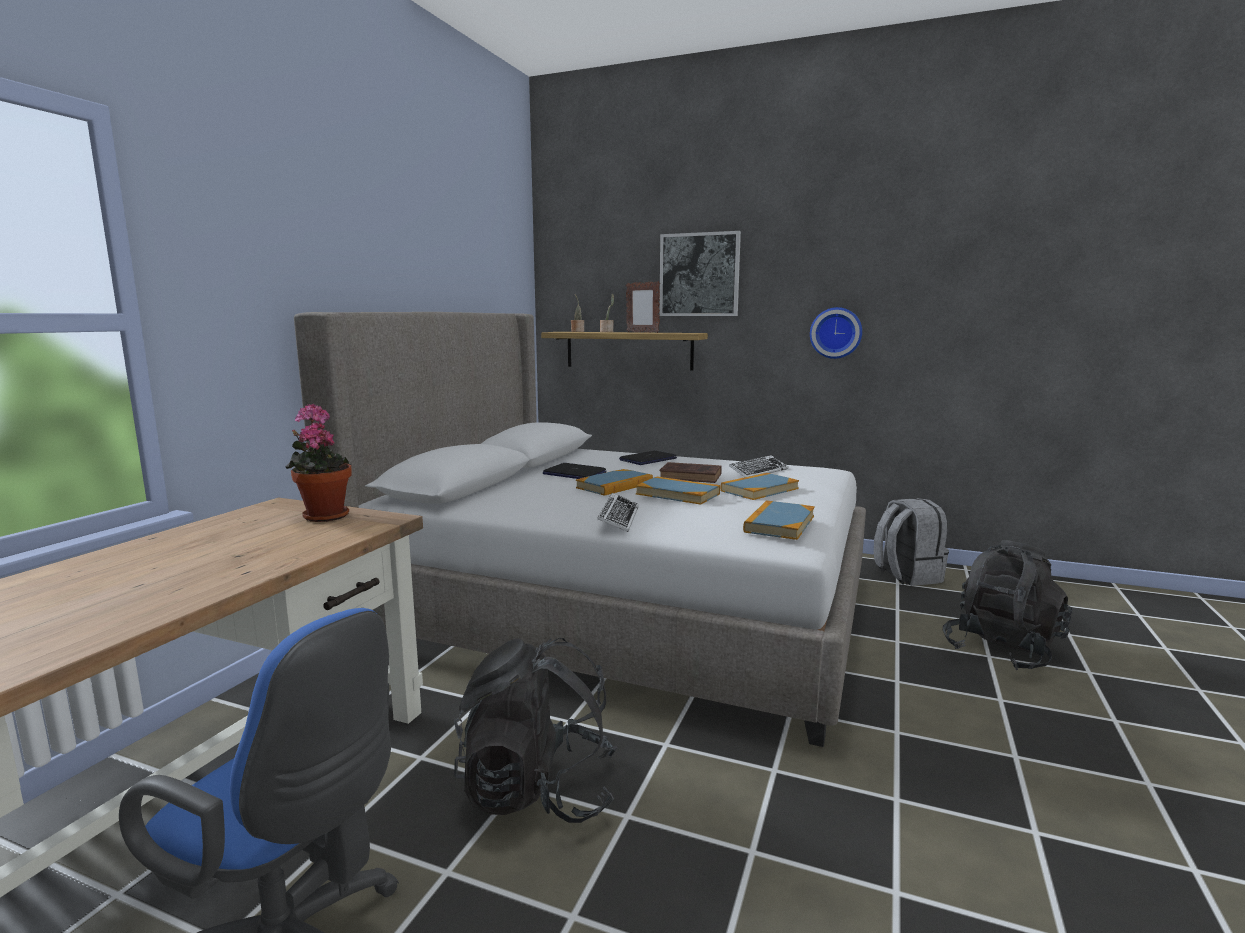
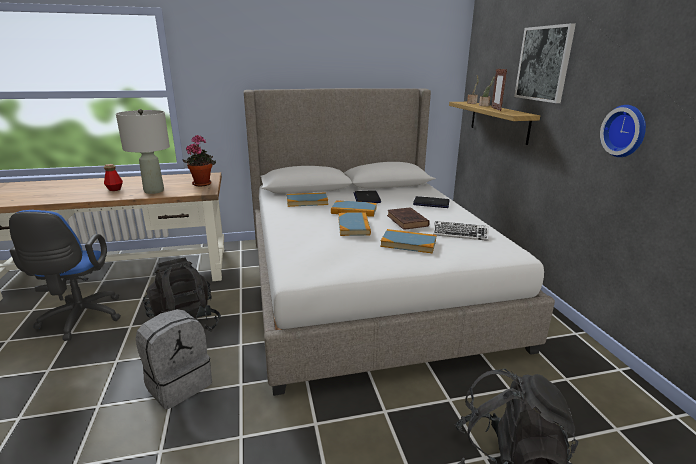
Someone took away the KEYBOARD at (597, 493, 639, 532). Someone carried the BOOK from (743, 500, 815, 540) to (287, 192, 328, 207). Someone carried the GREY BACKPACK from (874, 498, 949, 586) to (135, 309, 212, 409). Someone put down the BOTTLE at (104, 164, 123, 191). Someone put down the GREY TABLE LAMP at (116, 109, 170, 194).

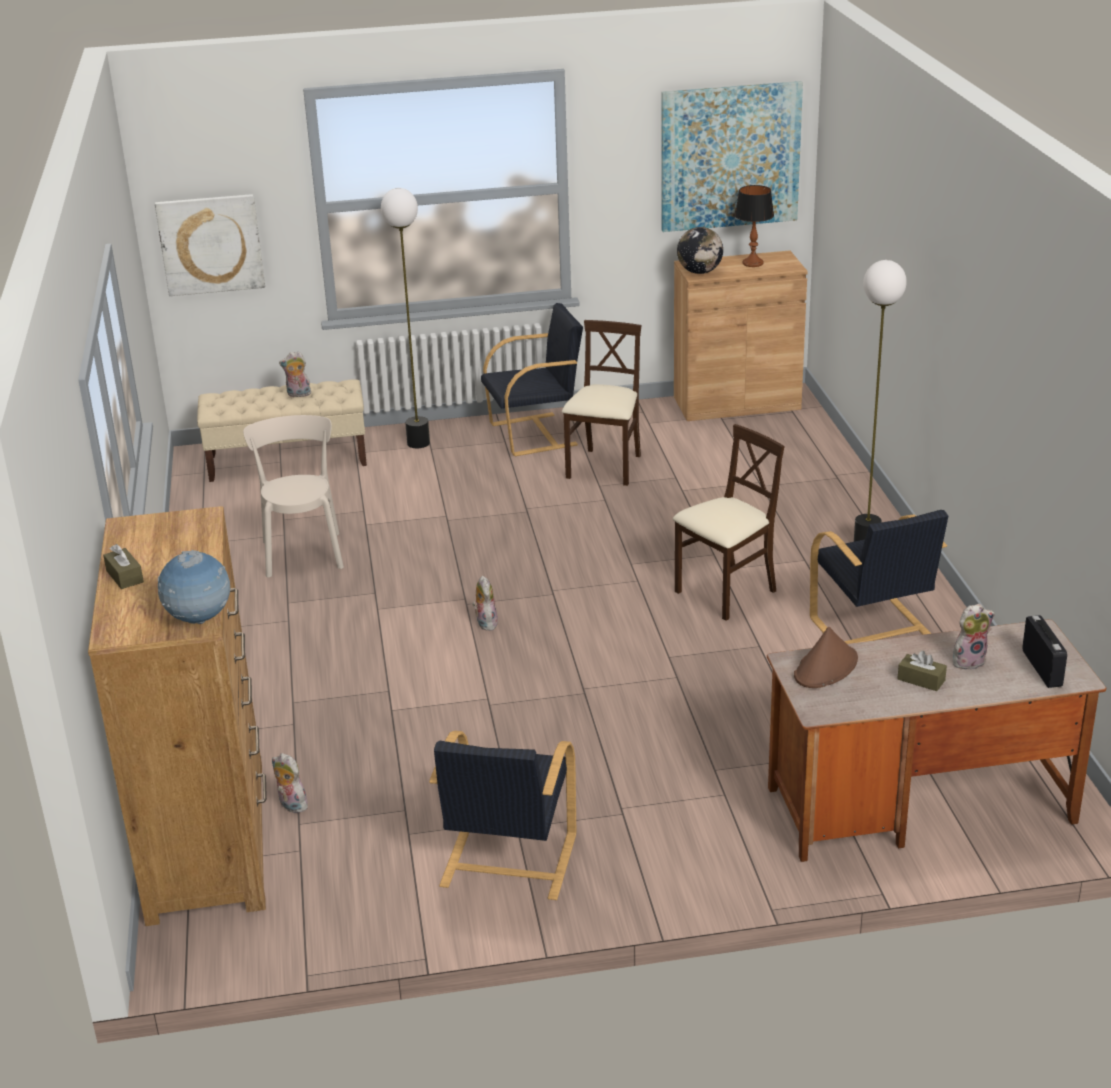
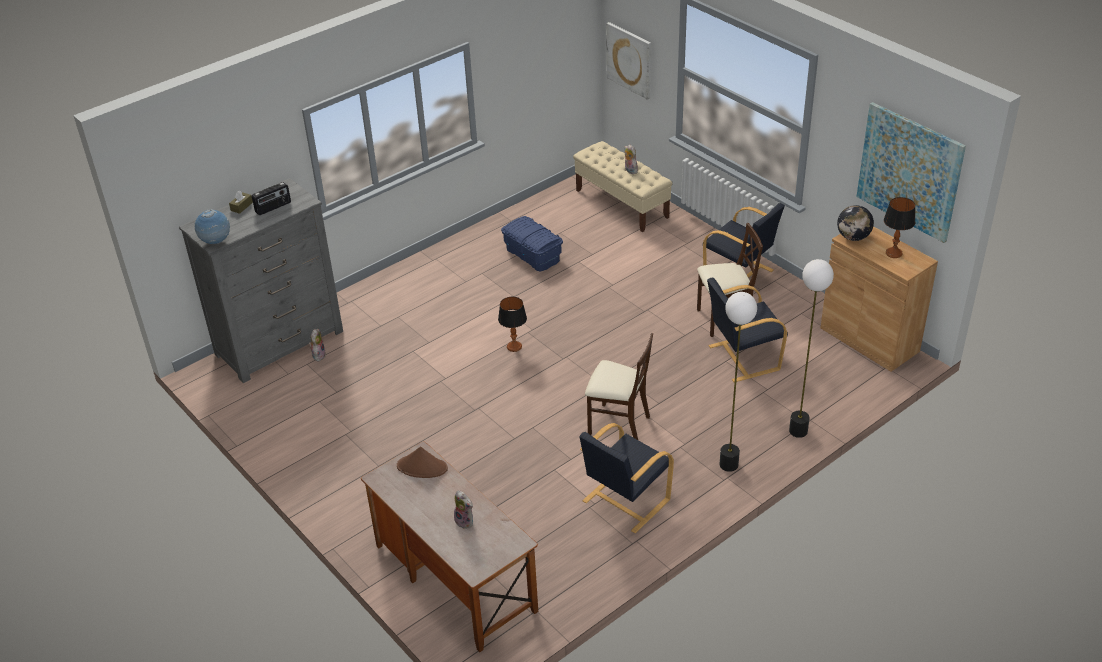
Someone repainted the BROWN DRESSER at (88, 506, 267, 926), which became the GREY DRESSER at (179, 178, 343, 383). Someone swapped the BEIGE CHAIR at (243, 415, 344, 578) for the BLUE STORAGE BOX at (501, 216, 563, 272). Someone carried the FLOOR LAMP from (381, 188, 430, 448) to (789, 259, 834, 438). Someone carried the BLACK ARMCHAIR from (429, 731, 576, 900) to (707, 277, 788, 383). Someone swapped the PLUSH TOY at (472, 575, 498, 631) for the TABLE LAMP at (498, 297, 527, 352). Someone took away the BROWN TISSUE BOX at (897, 651, 947, 691). Someone carried the RADIO from (1022, 615, 1067, 688) to (252, 182, 291, 215).

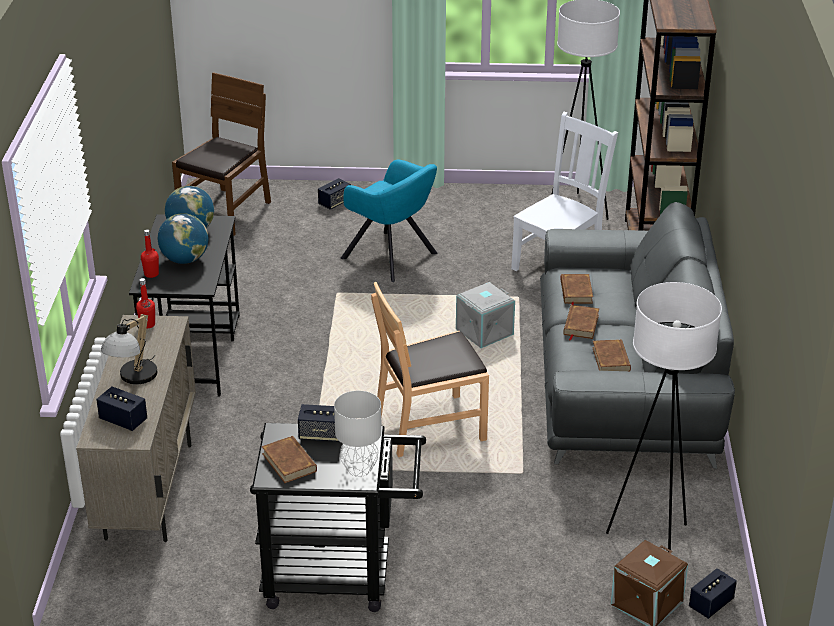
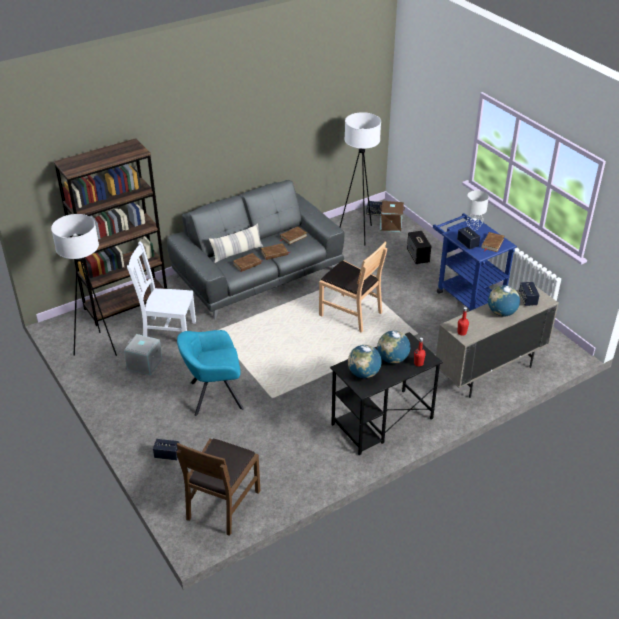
Someone swapped the TABLE LAMP at (101, 314, 157, 384) for the GLOBE at (488, 285, 520, 316). Someone rotated the BROWN CHAIR at (172, 72, 271, 235) by 60 degrees counterclockwise. Someone repainted the BLACK CART at (250, 423, 426, 612), which became the BLUE CART at (433, 213, 517, 311). Someone rotated the TURQUOISE ARMCHAIR at (340, 160, 438, 282) by 105 degrees counterclockwise. Someone carried the GREY STORAGE BOX from (456, 282, 515, 348) to (124, 334, 162, 376). Someone put down the PILLOW at (209, 223, 263, 263). Someone put down the SPEAKER at (407, 231, 431, 264).

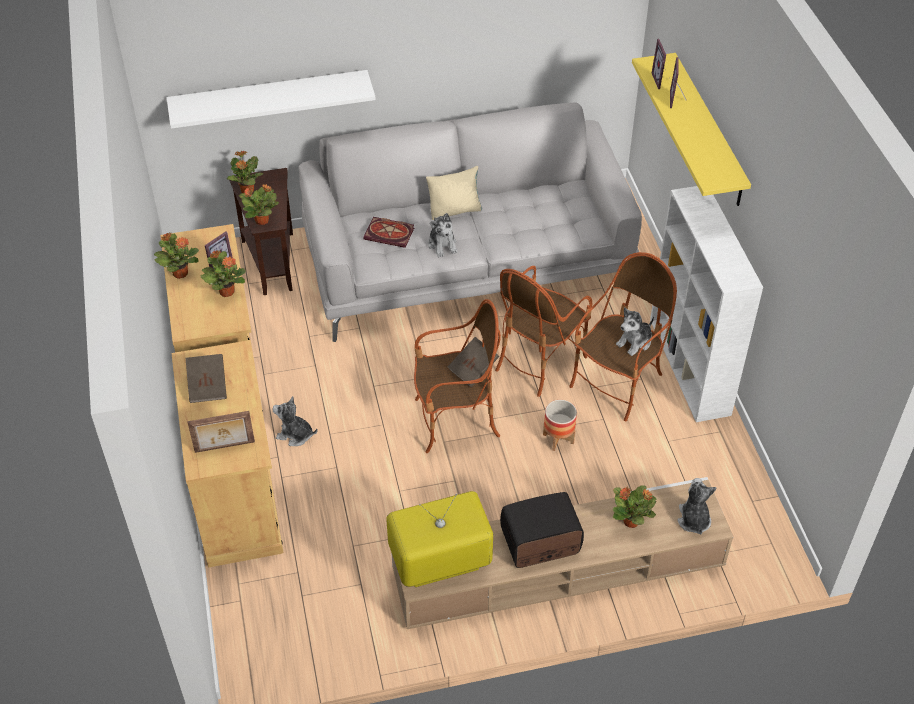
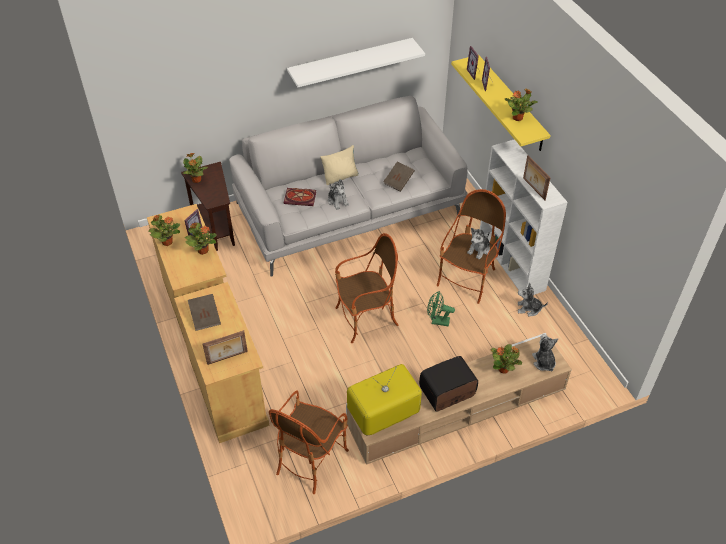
Someone carried the WHITE SHELF from (167, 70, 376, 129) to (287, 38, 425, 87). Someone carried the POTTED PLANT from (238, 184, 279, 225) to (505, 88, 538, 121). Someone carried the PLUSH TOY from (272, 396, 318, 446) to (518, 283, 548, 317). Someone carried the BROWN BOOK from (448, 337, 499, 388) to (383, 161, 415, 192). Someone carried the ARMCHAIR from (495, 266, 592, 397) to (269, 391, 349, 494). Someone swapped the PLANTER at (543, 400, 577, 451) for the GREEN FAN at (427, 291, 455, 326). Someone put down the PICTURE FRAME at (523, 155, 550, 201).

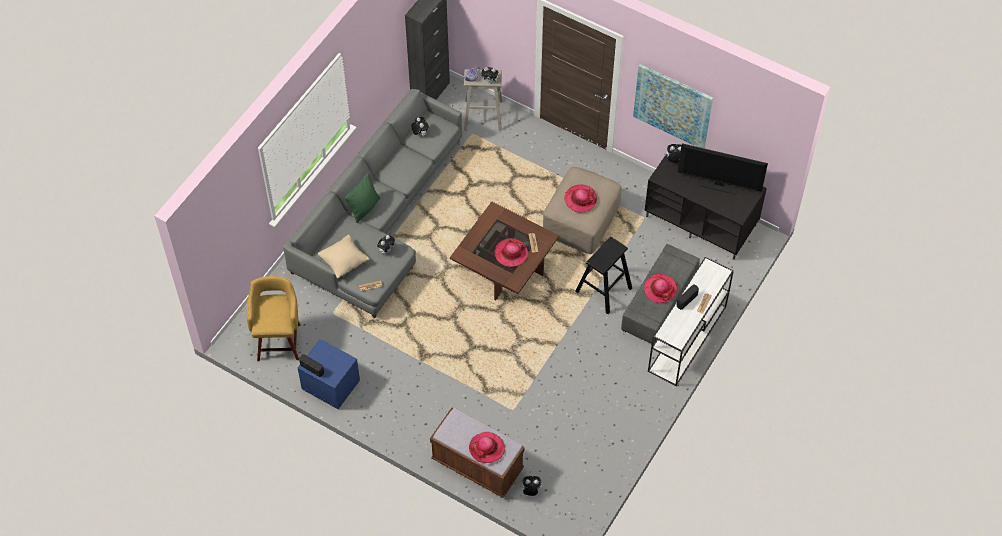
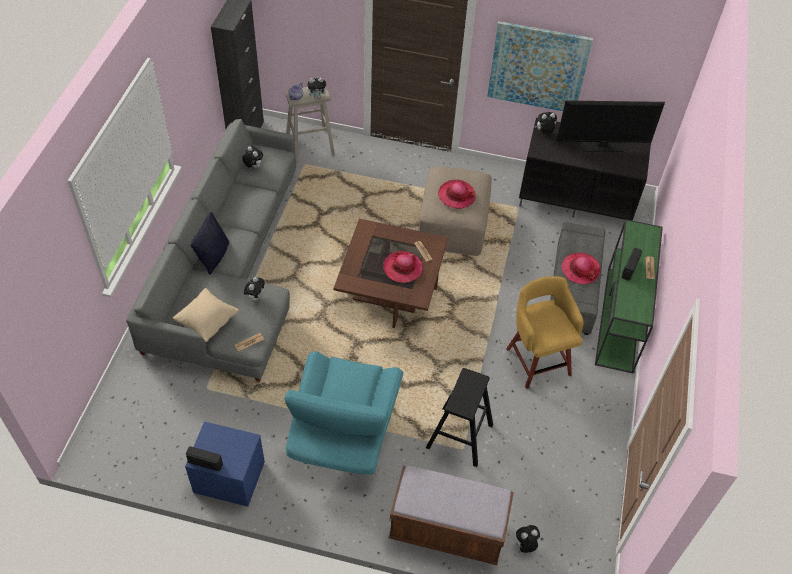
Someone carried the YELLOW STOOL from (247, 276, 301, 361) to (506, 276, 584, 389). Someone repainted the GREEN PILLOW at (345, 173, 380, 223), which became the BLACK PILLOW at (191, 212, 230, 275). Someone took away the HAT at (469, 432, 505, 463). Someone carried the BLACK STOOL from (575, 237, 632, 314) to (426, 368, 493, 467). Someone repainted the WHITE CONSOLE TABLE at (648, 257, 734, 386), which became the GREEN CONSOLE TABLE at (595, 219, 663, 373). Someone put down the TURQUOISE ARMCHAIR at (285, 351, 403, 474).

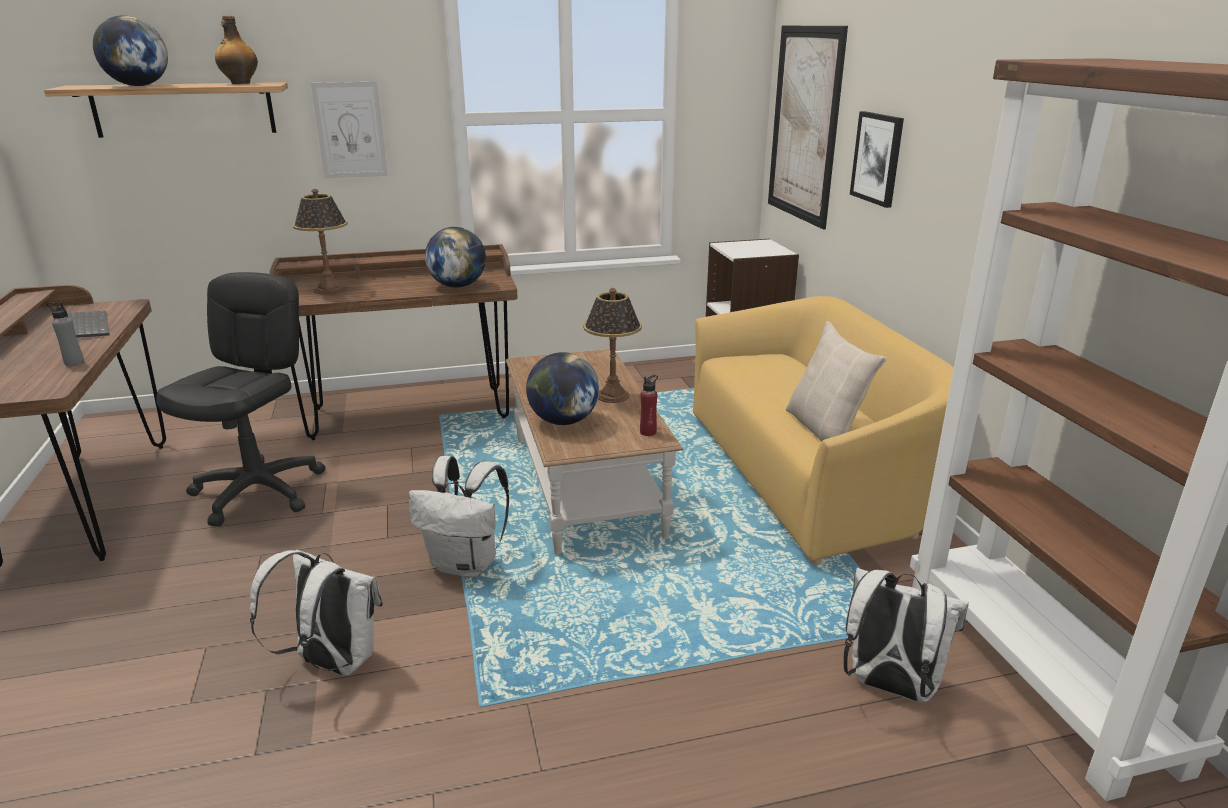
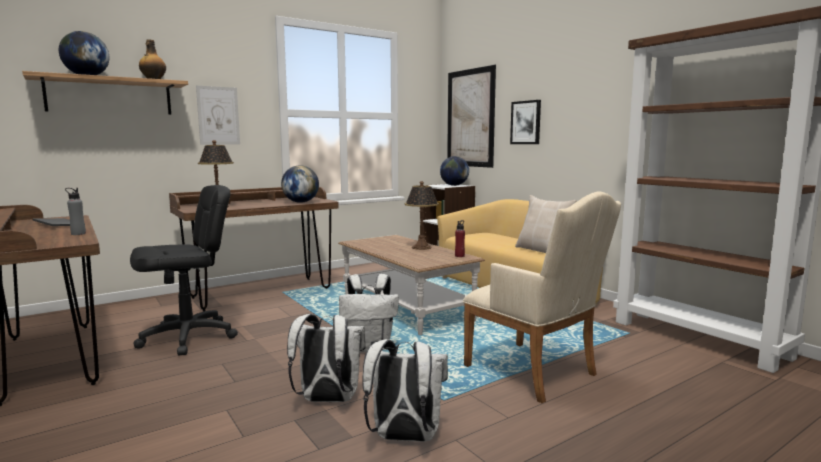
Someone rotated the BLACK OFFICE CHAIR at (156, 272, 326, 527) by 60 degrees clockwise. Someone carried the GLOBE from (526, 352, 599, 425) to (440, 156, 469, 186). Someone carried the WHITE BACKPACK from (844, 568, 968, 702) to (362, 339, 448, 442). Someone put down the BEIGE ARMCHAIR at (463, 191, 621, 403).

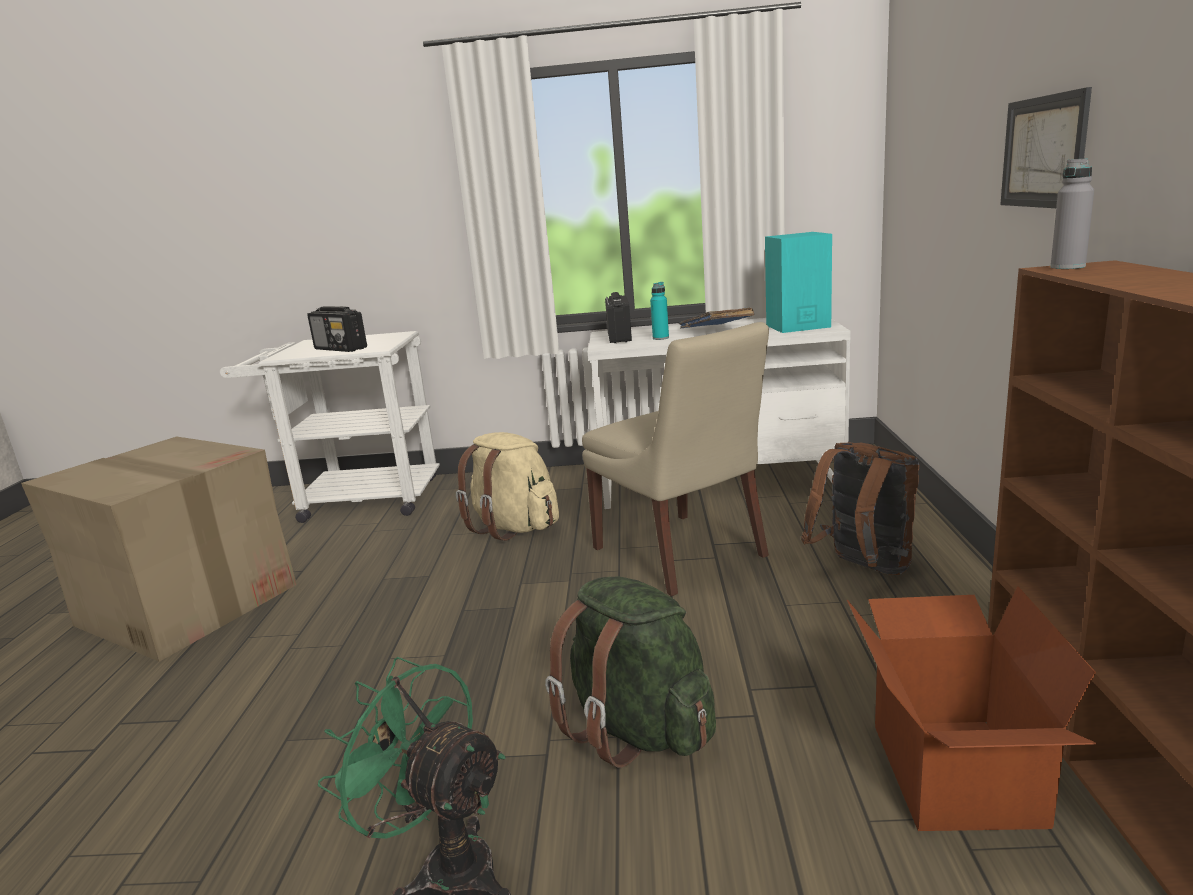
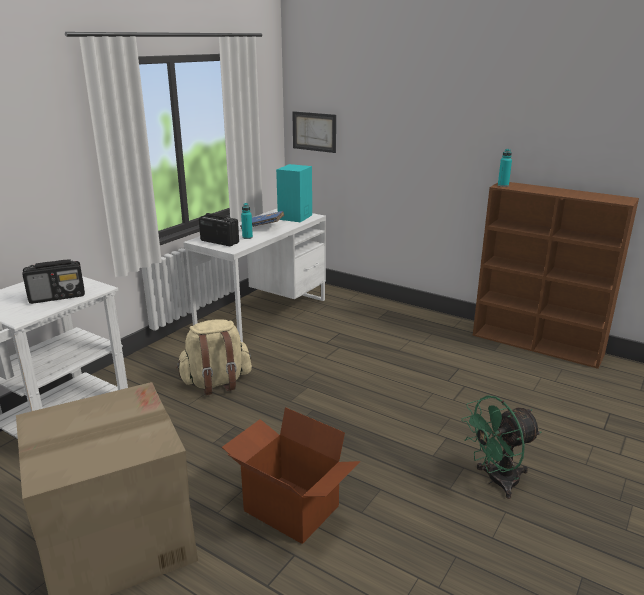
Someone took away the GREEN BACKPACK at (545, 576, 716, 768). Someone took away the BEIGE CHAIR at (582, 322, 769, 596). Someone took away the BROWN BACKPACK at (801, 443, 920, 575). Someone carried the CARDBOARD BOX from (847, 586, 1097, 831) to (222, 407, 361, 544). Someone carried the PICTURE from (1000, 87, 1092, 208) to (292, 111, 336, 153). Someone repainted the GREY BOTTLE at (1051, 158, 1094, 269), which became the TURQUOISE BOTTLE at (498, 149, 512, 187).

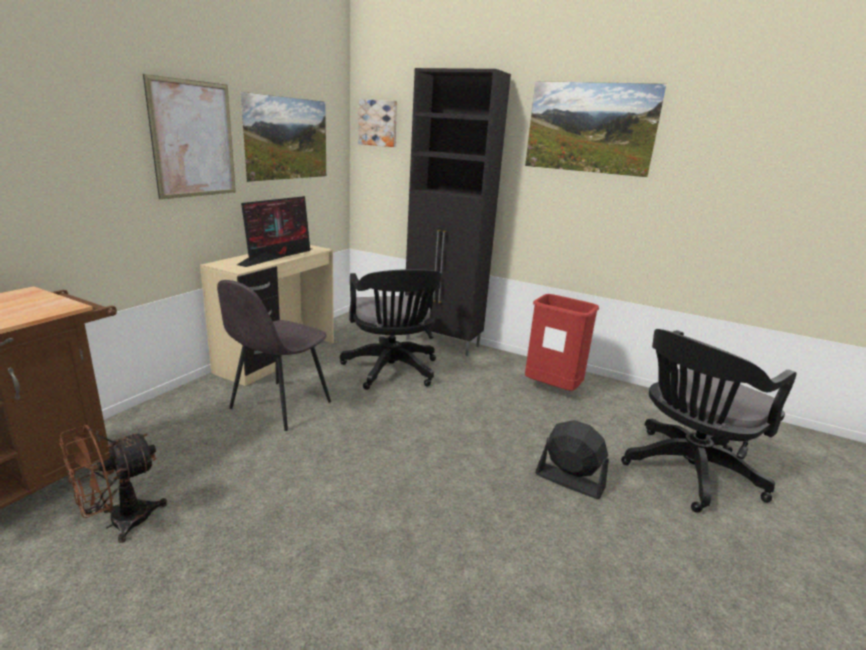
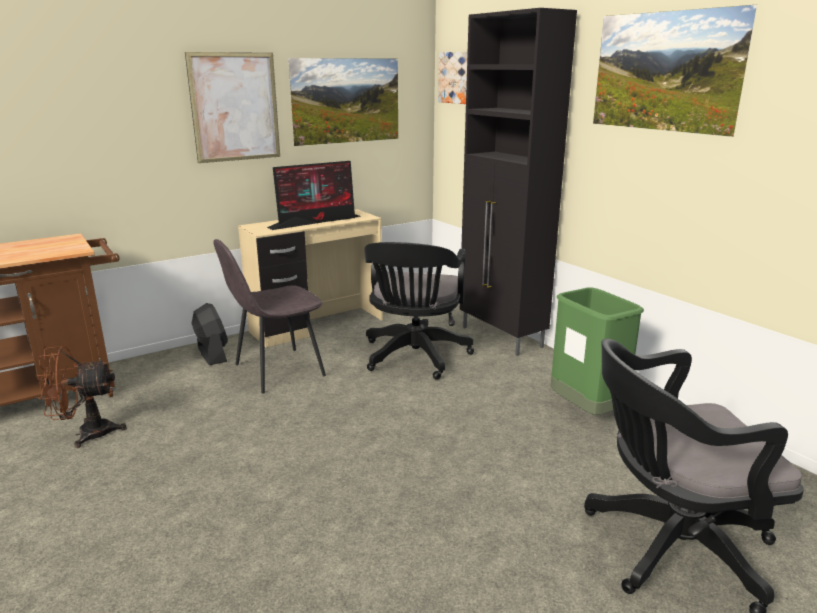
Someone repainted the RED TRASH CAN at (525, 294, 599, 391), which became the GREEN TRASH CAN at (551, 287, 644, 415). Someone carried the BLACK FAN from (535, 420, 609, 499) to (192, 303, 228, 365).

